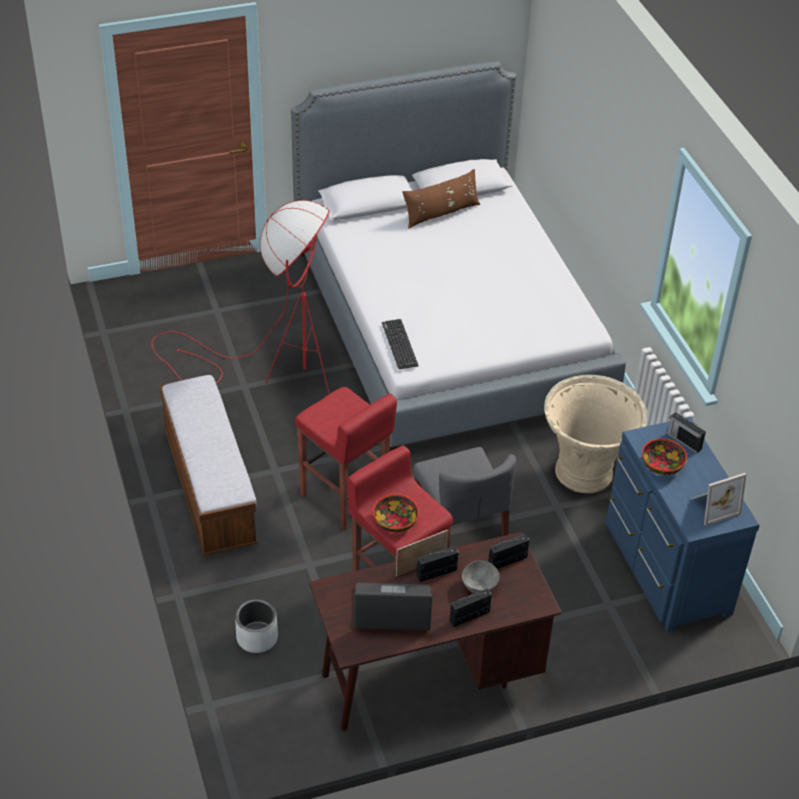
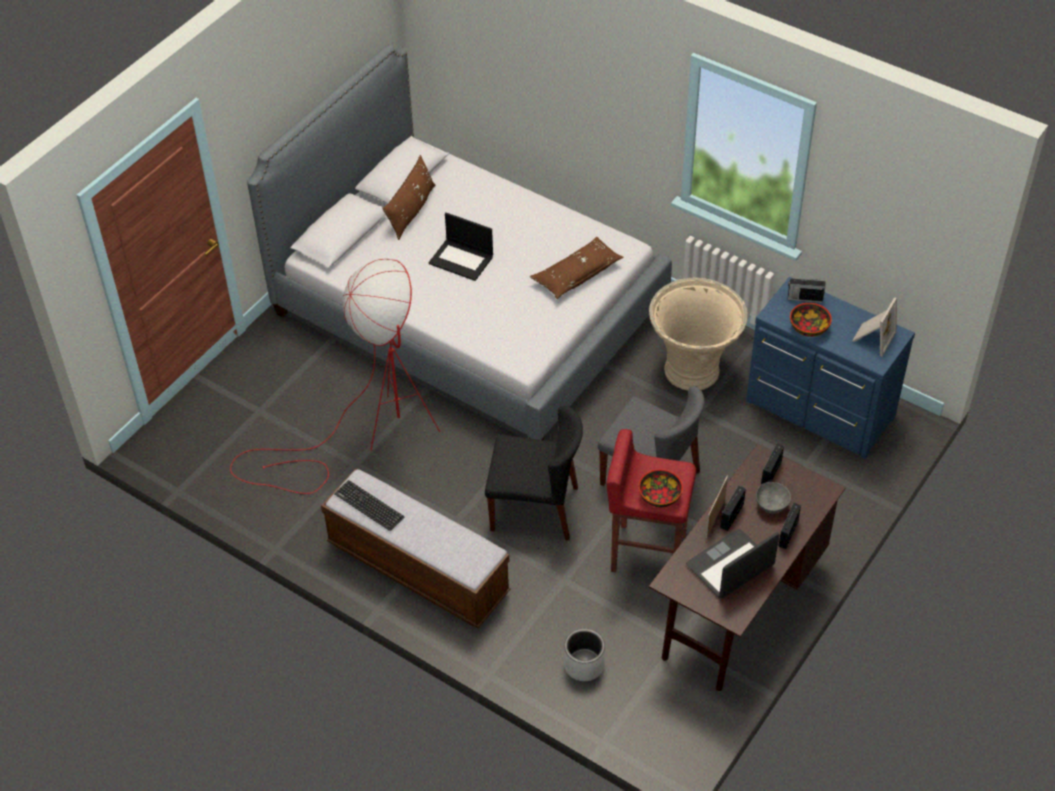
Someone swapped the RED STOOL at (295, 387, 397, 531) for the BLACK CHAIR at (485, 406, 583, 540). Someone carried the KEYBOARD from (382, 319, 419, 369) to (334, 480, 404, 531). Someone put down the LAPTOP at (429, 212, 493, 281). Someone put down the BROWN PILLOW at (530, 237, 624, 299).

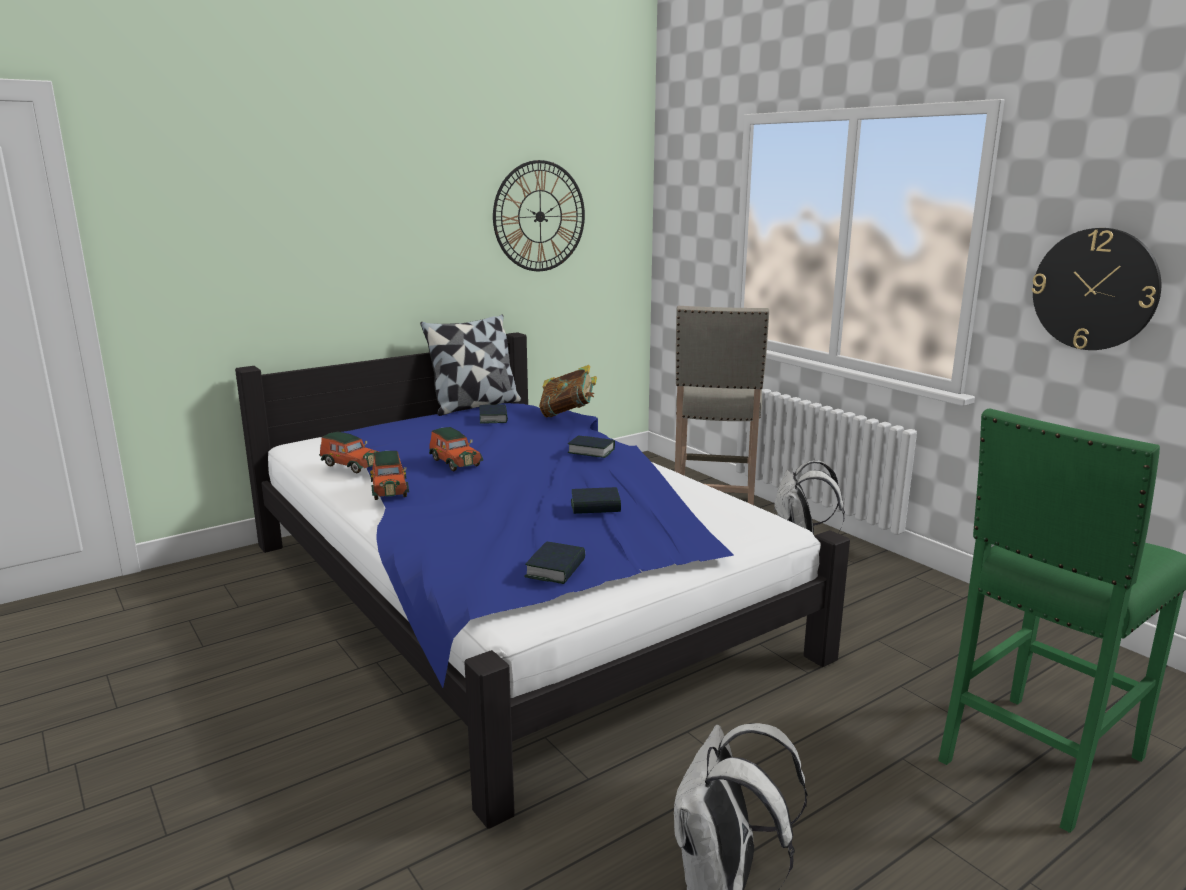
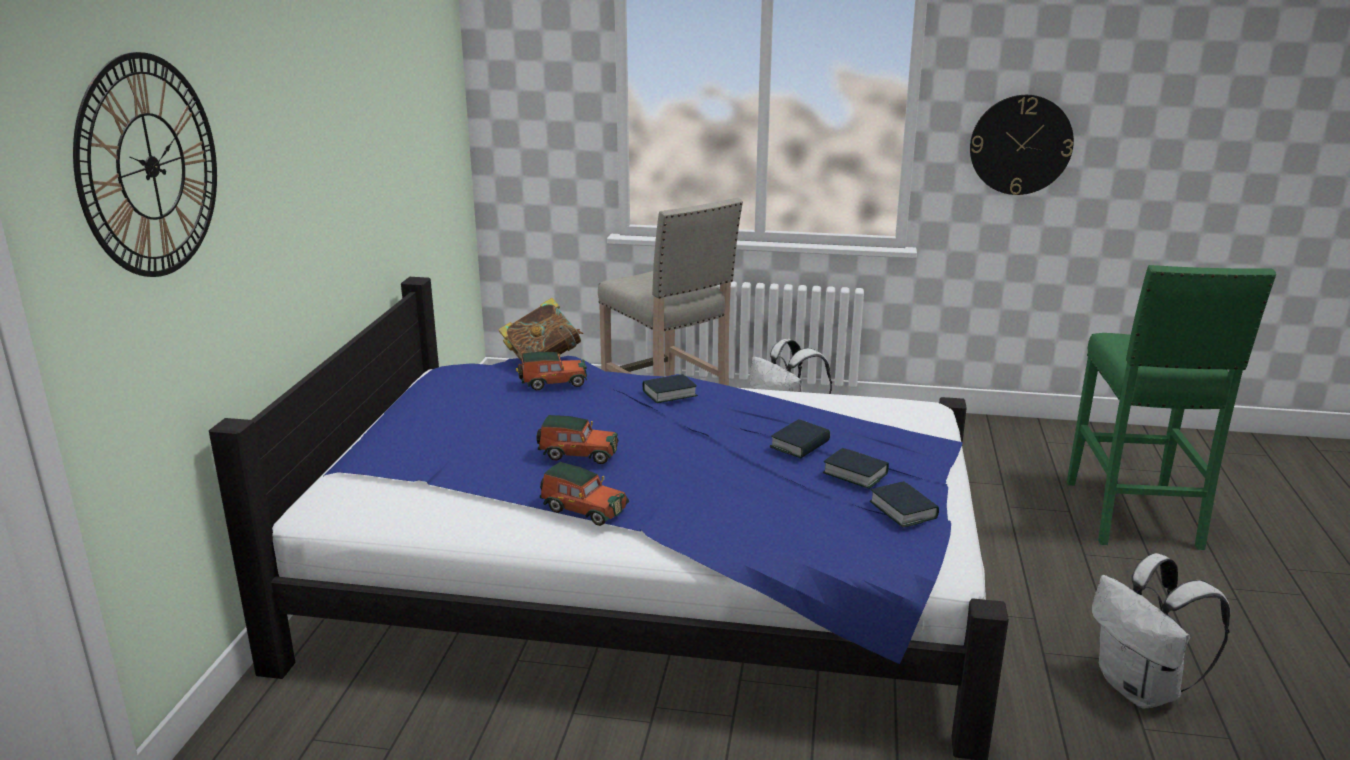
Someone carried the TOY CAR from (319, 431, 379, 473) to (516, 352, 587, 390). Someone took away the PILLOW at (420, 314, 521, 416). Someone carried the BOOK from (480, 404, 508, 423) to (823, 448, 889, 489). Someone carried the WALL CLOCK from (493, 160, 585, 271) to (73, 52, 217, 277).

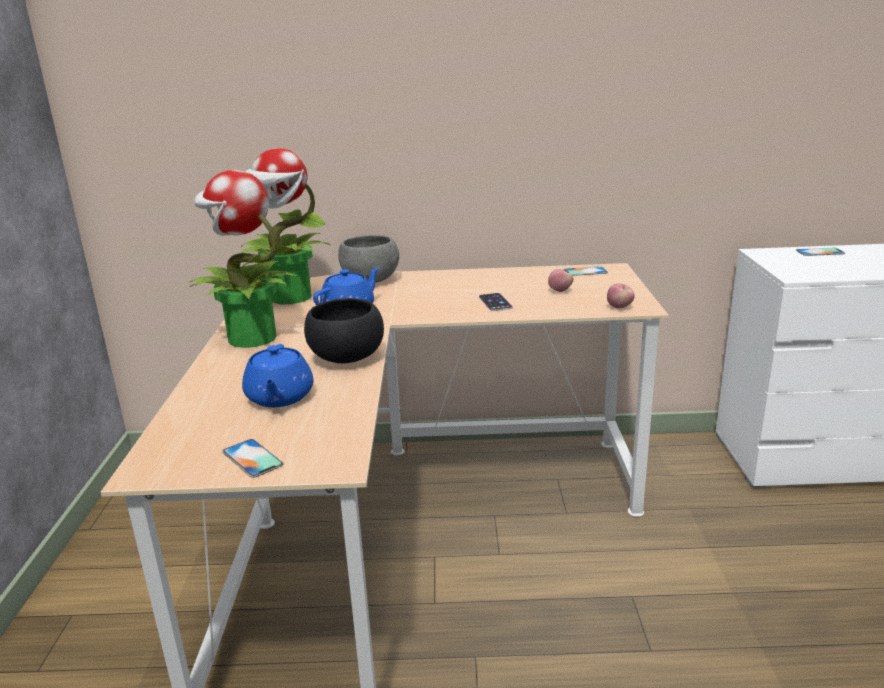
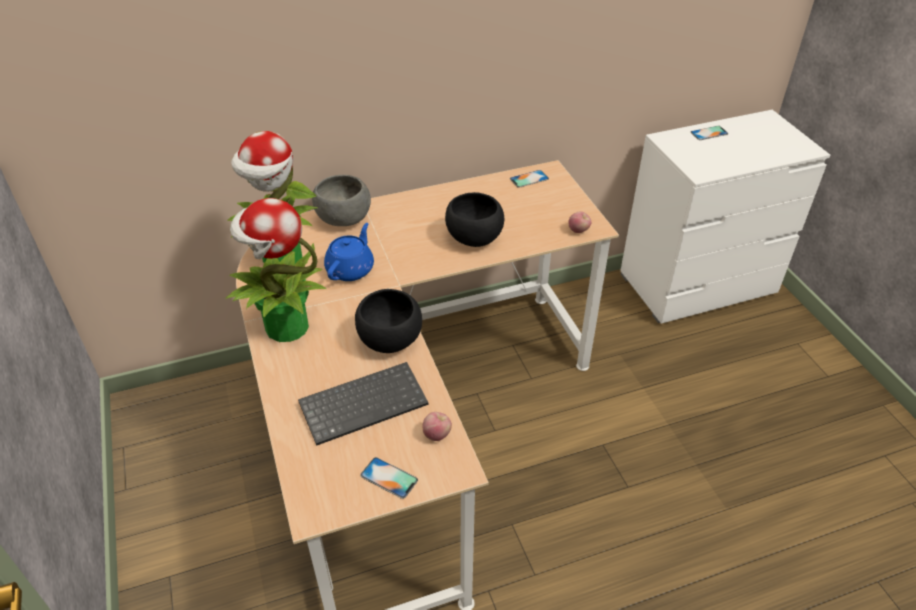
Someone swapped the BLUE TEAPOT at (242, 344, 313, 407) for the KEYBOARD at (298, 362, 429, 446). Someone swapped the PHONE at (479, 293, 513, 311) for the BLACK BOWL at (445, 192, 504, 247). Someone carried the APPLE from (548, 269, 573, 292) to (422, 412, 452, 441).

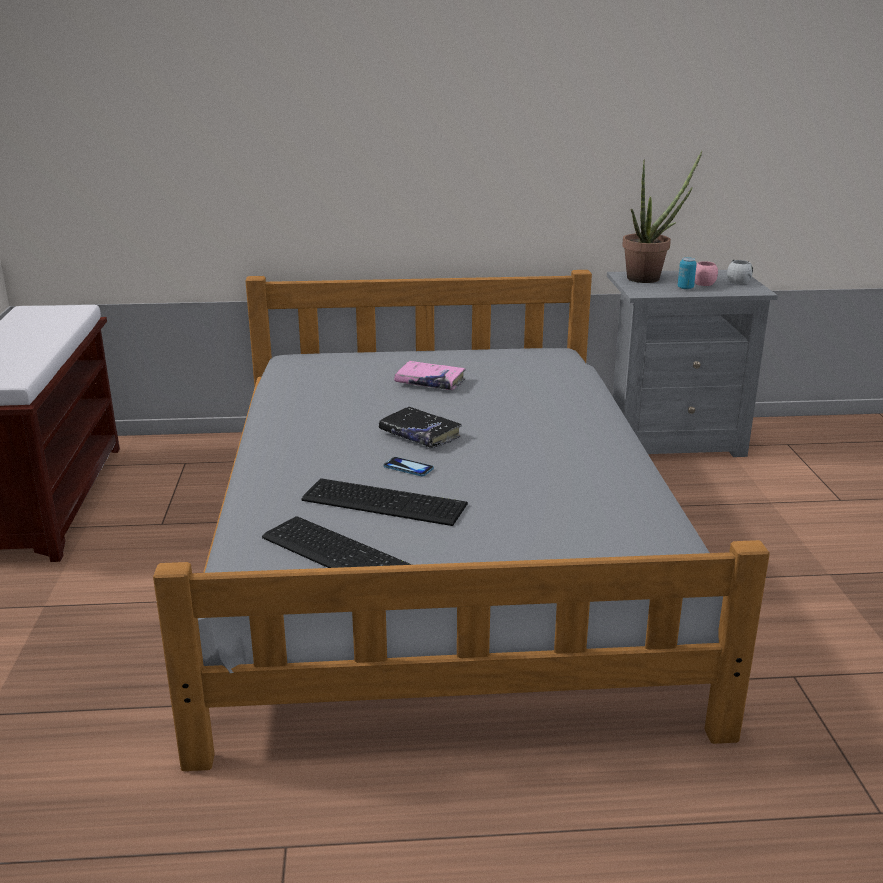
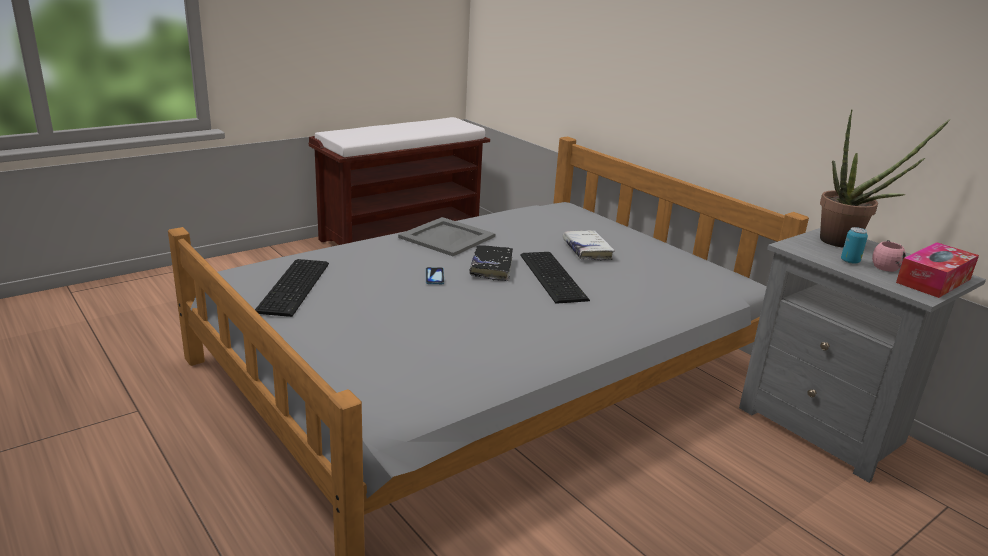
Someone carried the KEYBOARD from (302, 478, 468, 526) to (520, 252, 590, 304). Someone repainted the PINK BOOK at (394, 361, 466, 390), which became the WHITE BOOK at (562, 230, 615, 261). Someone swapped the WHITE MUG at (727, 260, 753, 284) for the TISSUE BOX at (896, 242, 979, 298). Someone put down the GREY TRAY at (398, 217, 495, 256).

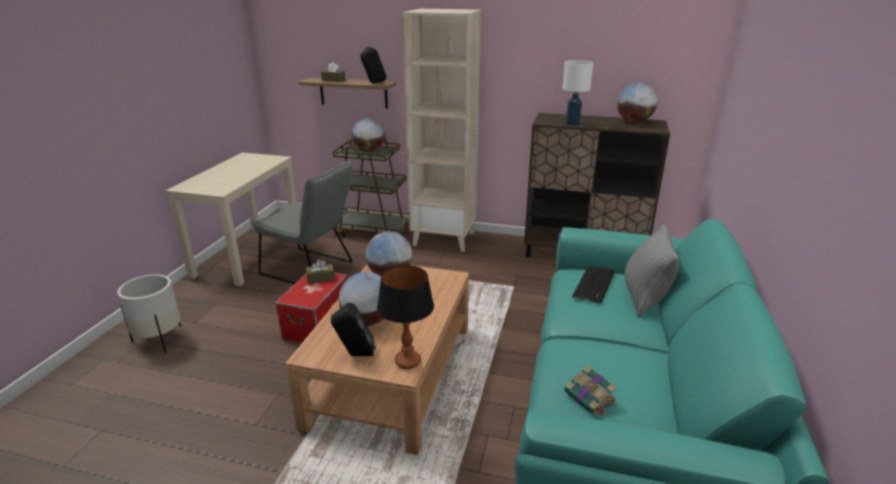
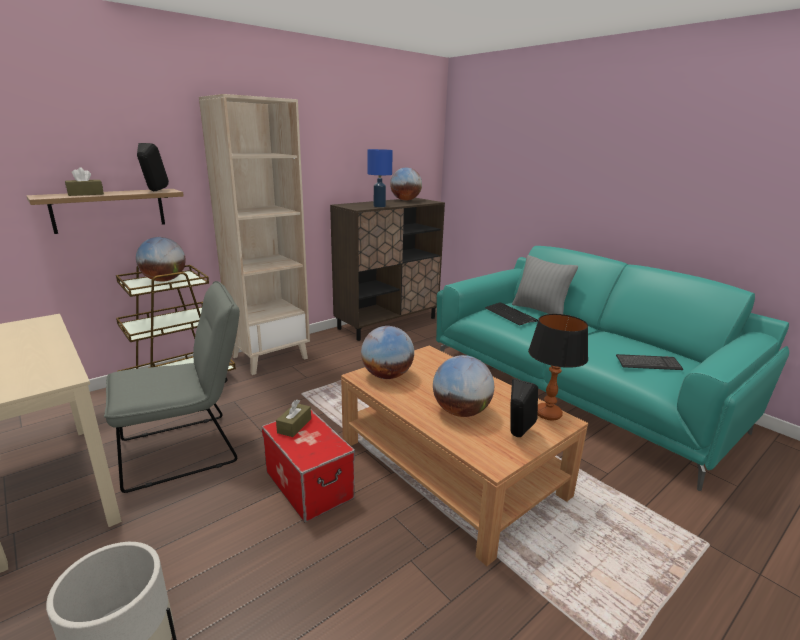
Someone repainted the WHITE TABLE LAMP at (562, 60, 593, 126), which became the BLUE TABLE LAMP at (368, 149, 393, 207). Someone swapped the BOOK at (564, 365, 617, 416) for the KEYBOARD at (616, 354, 683, 370).

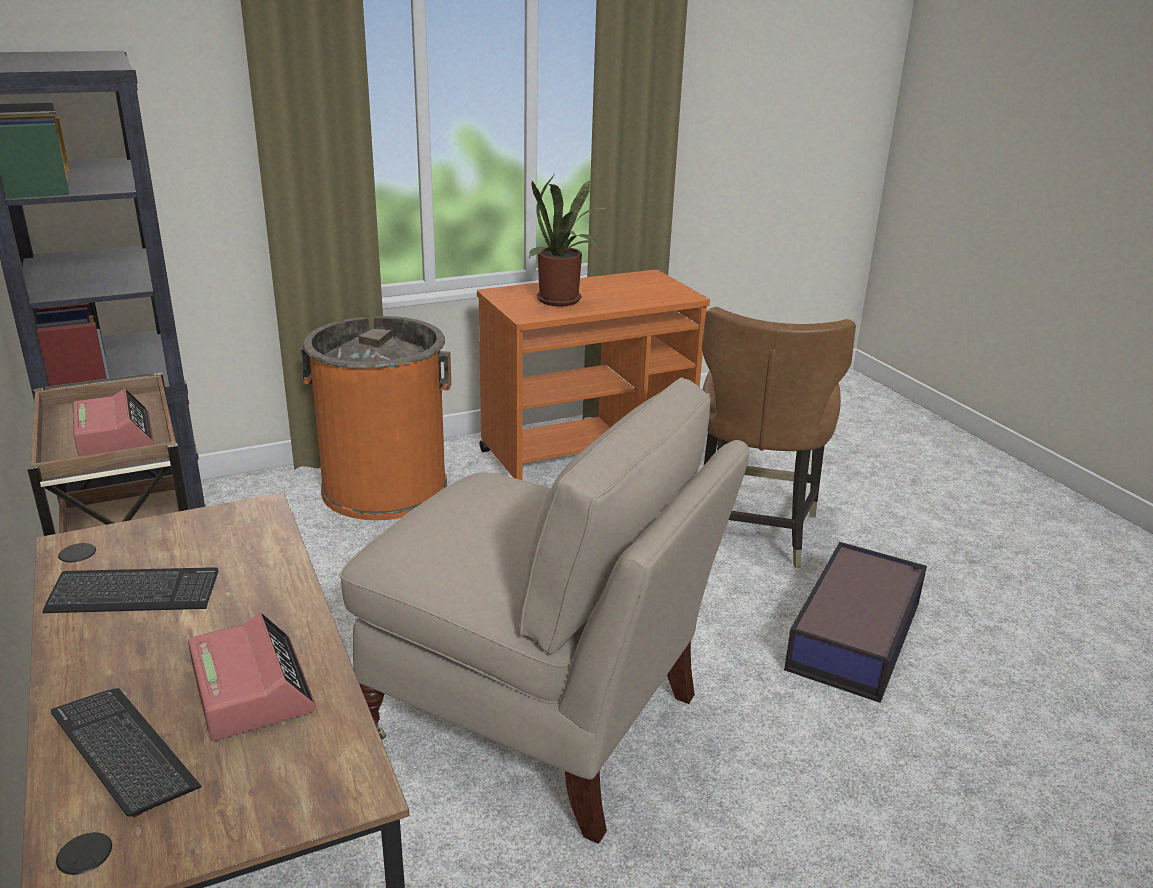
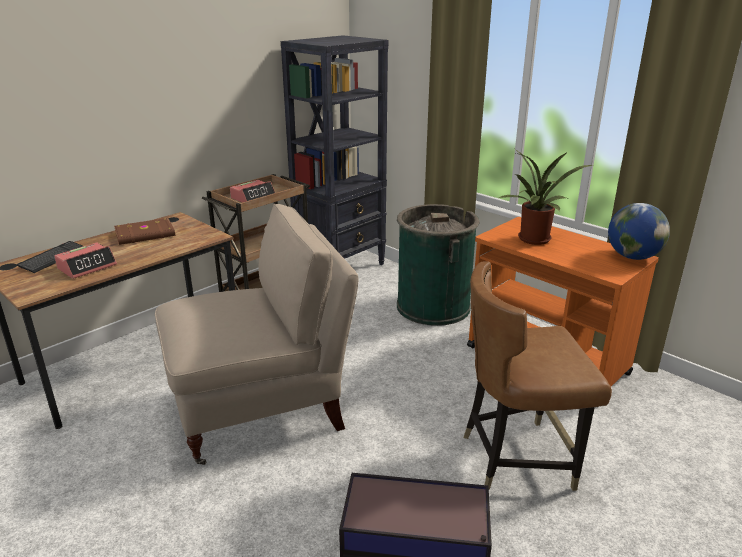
Someone swapped the KEYBOARD at (43, 567, 218, 613) for the BROWN BOOK at (114, 218, 175, 245). Someone repainted the ORANGE TRASH CAN at (300, 316, 451, 520), which became the GREEN TRASH CAN at (397, 204, 480, 326). Someone rotated the BEIGE CHAIR at (340, 377, 749, 844) by 120 degrees counterclockwise. Someone put down the GLOBE at (608, 203, 670, 260).

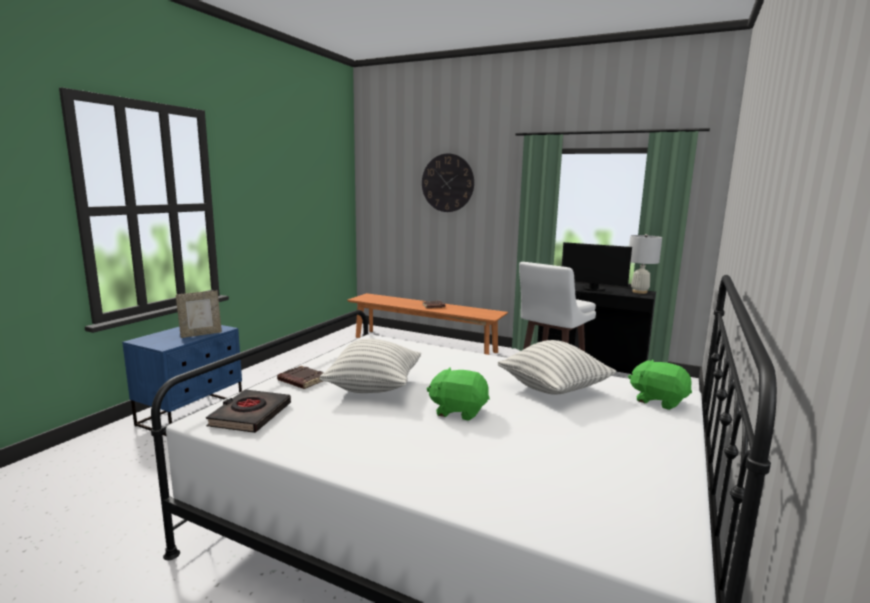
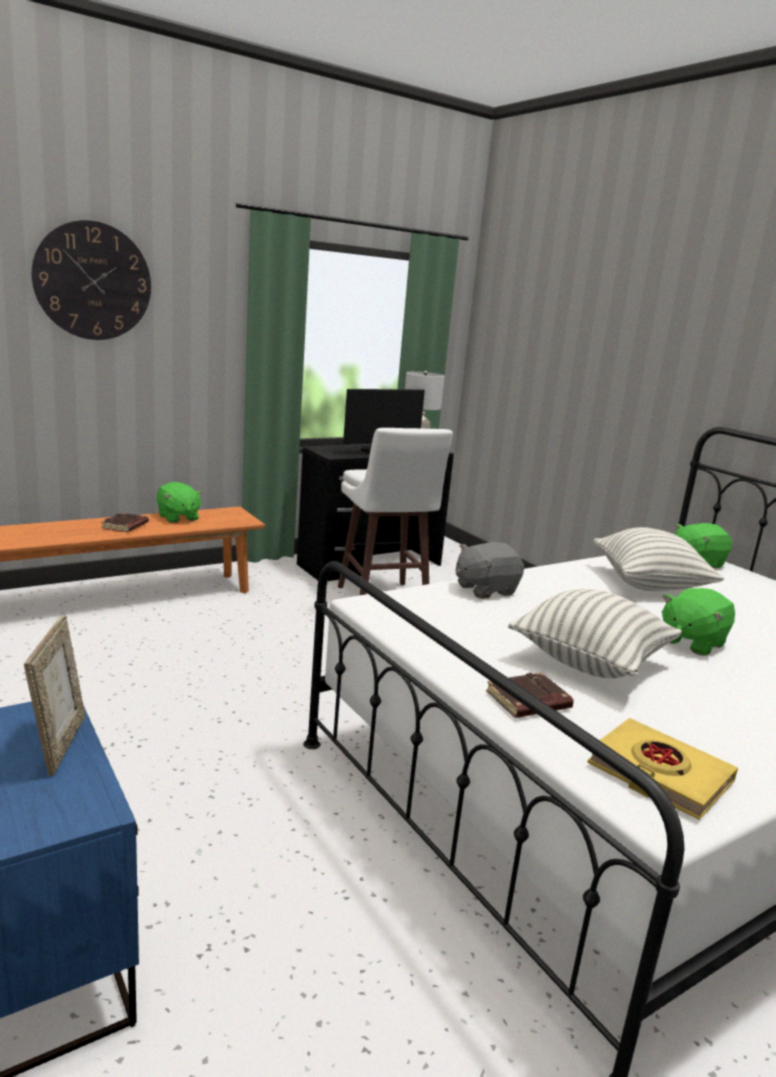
Someone repainted the BLACK BOOK at (206, 389, 291, 433), which became the YELLOW BOOK at (587, 718, 738, 820). Someone put down the GREEN PLUSH TOY at (157, 482, 203, 523). Someone put down the GREY PLUSH TOY at (456, 542, 524, 599).

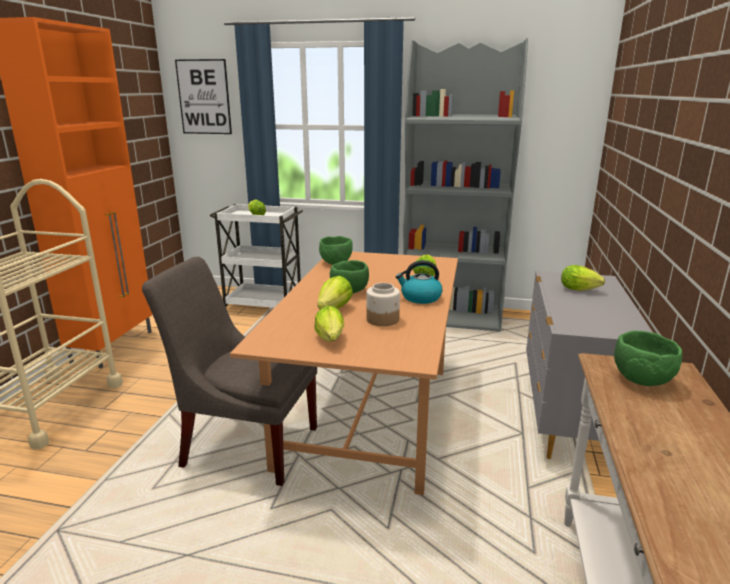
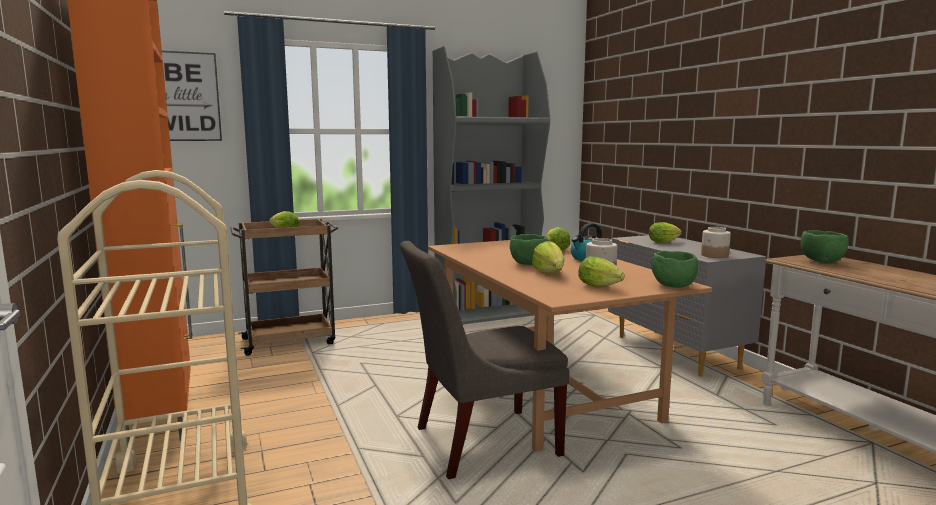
Someone repainted the WHITE CART at (210, 204, 303, 308), which became the BROWN CART at (230, 219, 338, 356). Someone carried the GREEN BOWL from (319, 236, 353, 265) to (652, 251, 698, 287). Someone put down the JAR at (701, 227, 731, 258).

